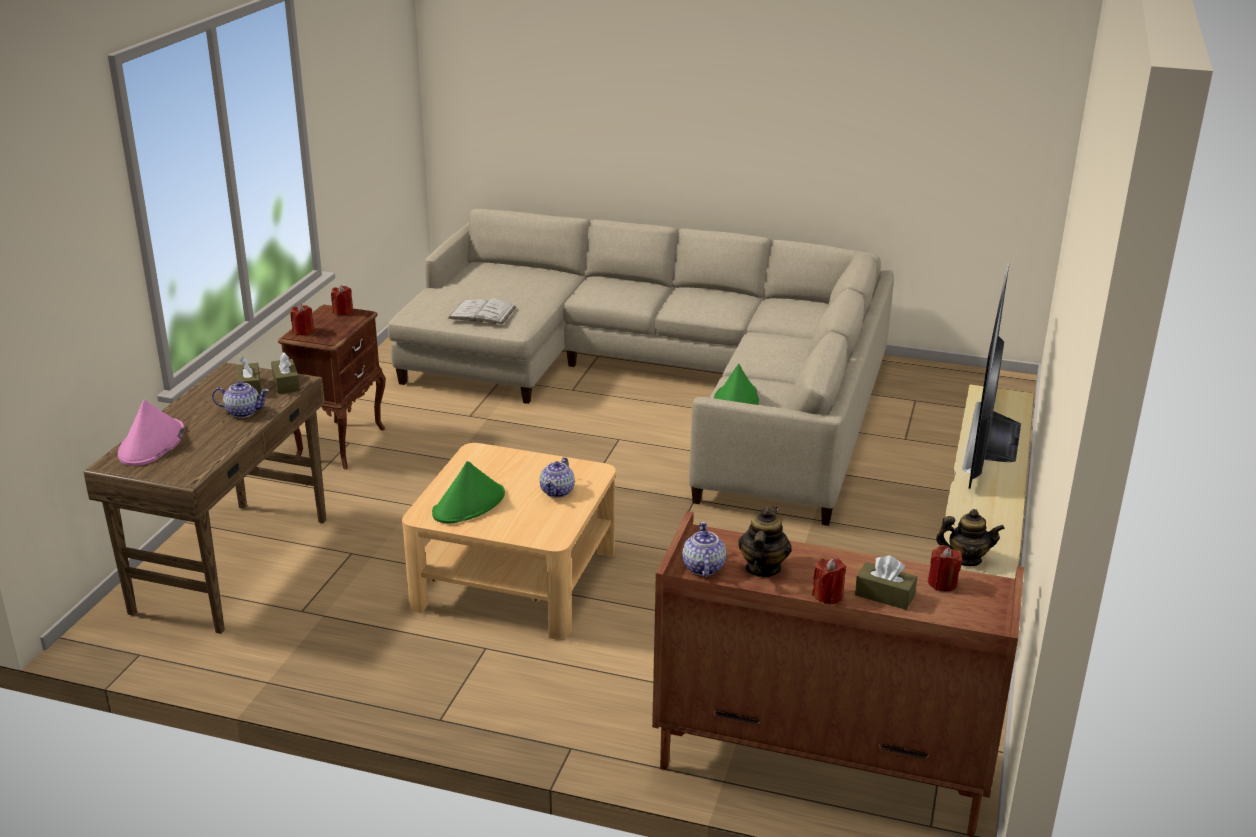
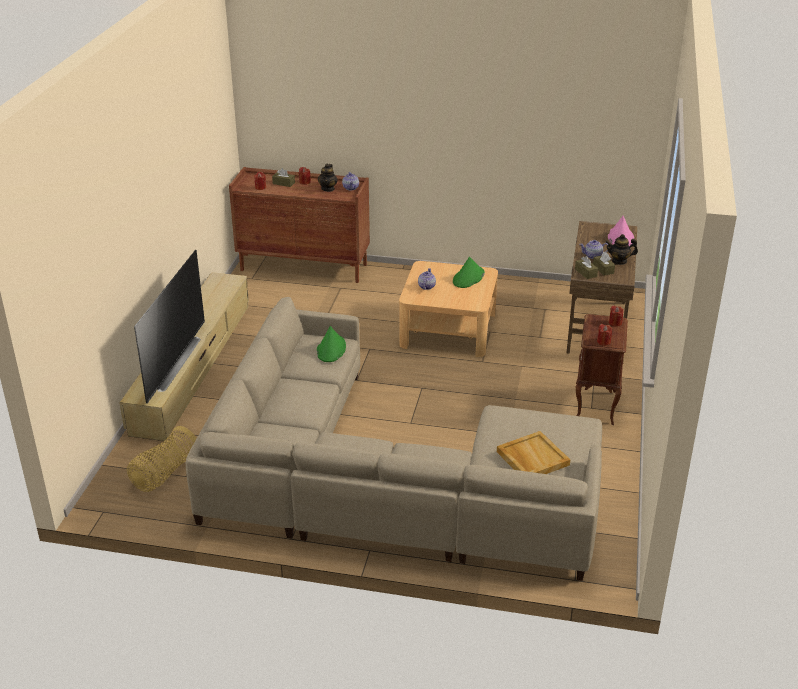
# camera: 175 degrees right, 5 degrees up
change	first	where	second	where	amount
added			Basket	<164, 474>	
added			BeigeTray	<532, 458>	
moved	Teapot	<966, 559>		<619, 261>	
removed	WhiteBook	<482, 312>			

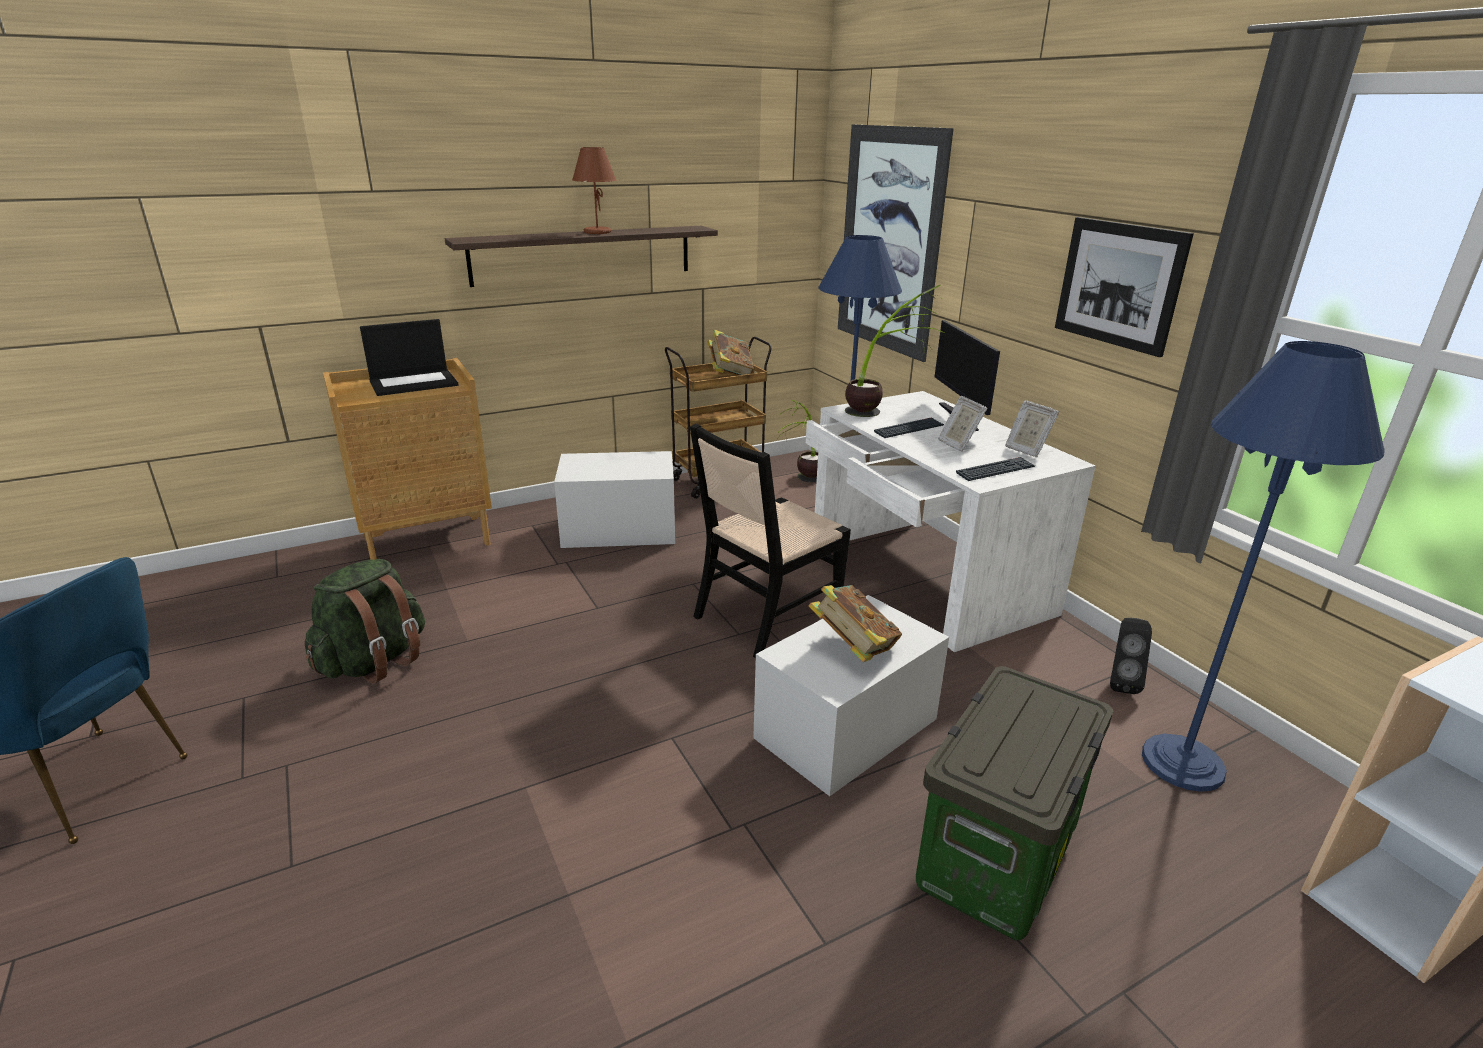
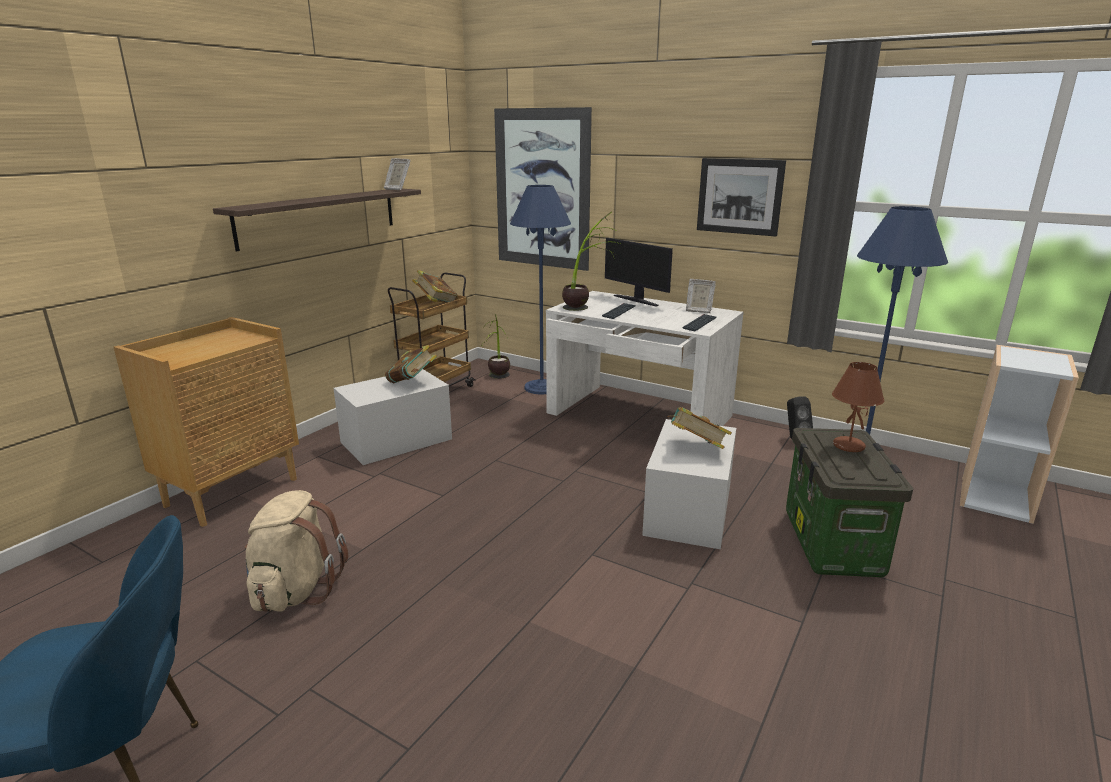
# camera: 30 degrees left, 5 degrees down
change	first	where	second	where	amount
recoloured	GreenBackpack	<374, 661>	BeigeBackpack	<296, 590>	
moved	PictureFrame	<958, 445>		<397, 189>	
added			Book	<412, 382>	
moved	BrownTableLamp	<597, 232>		<848, 446>	
removed	Laptop	<414, 383>			
removed	Chair	<767, 616>			

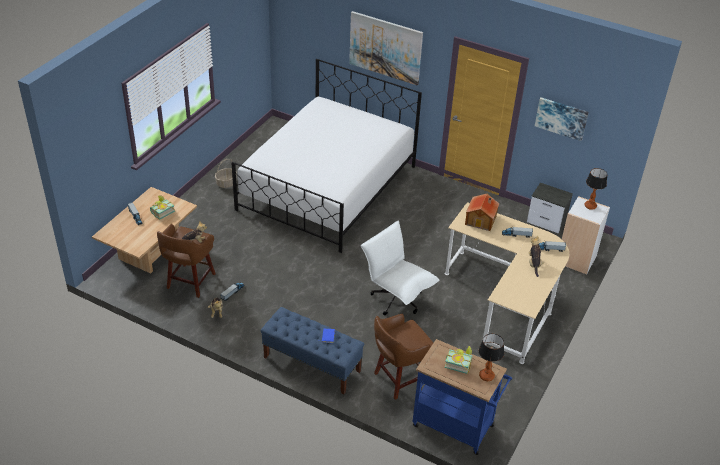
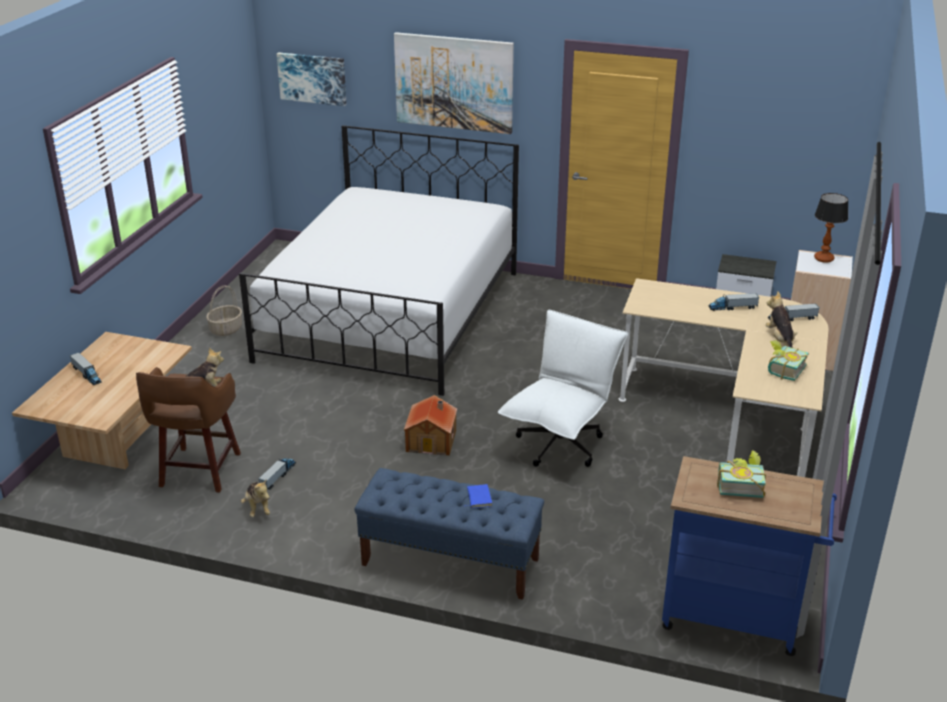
# camera: 10 degrees left, 10 degrees down
change	first	where	second	where	amount
moved	Picture	<561, 118>		<312, 78>	
moved	ToyHouse	<481, 219>		<432, 440>	
turned	WhiteOfficeChair	<397, 299>		<558, 446>	90 degrees clockwise
moved	Book	<161, 211>		<782, 369>	
removed	BrownStool	<399, 379>			
removed	TableLamp	<487, 376>			

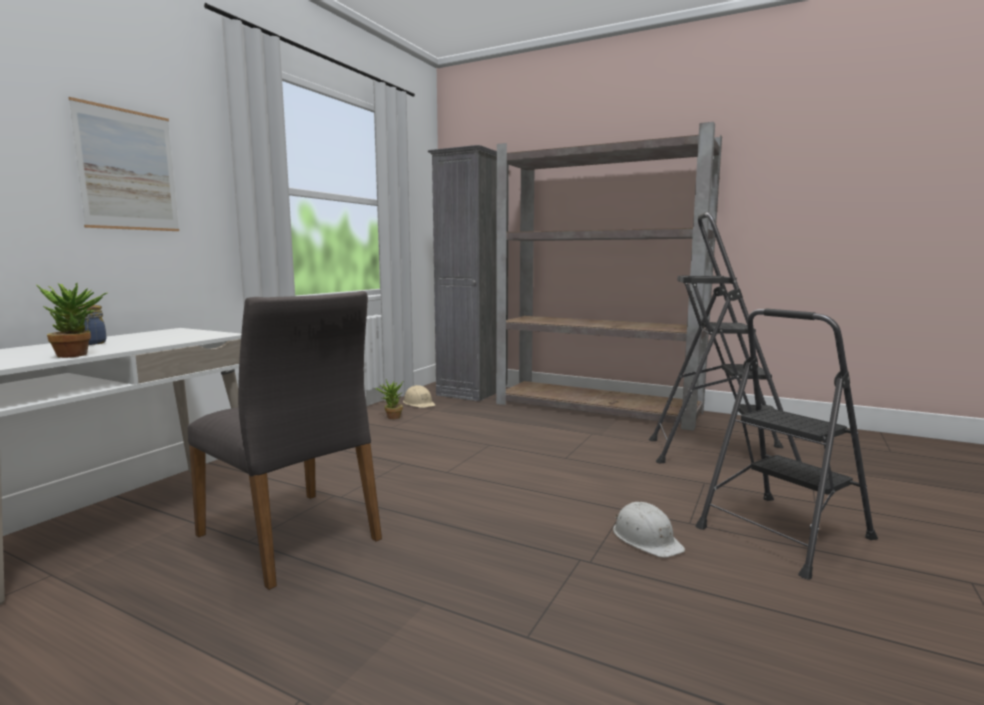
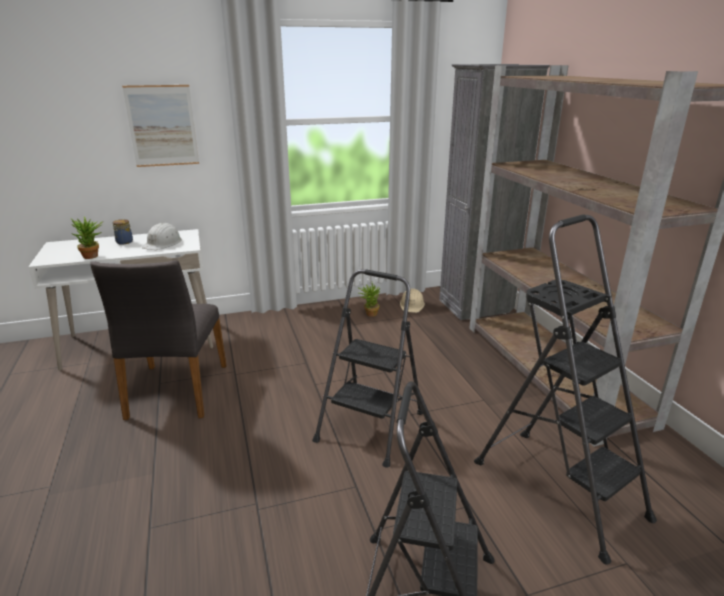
# camera: 45 degrees right, 15 degrees up
change	first	where	second	where	amount
moved	WhiteHardHat	<646, 539>		<163, 243>	
added			BlackStepLadder	<372, 423>	

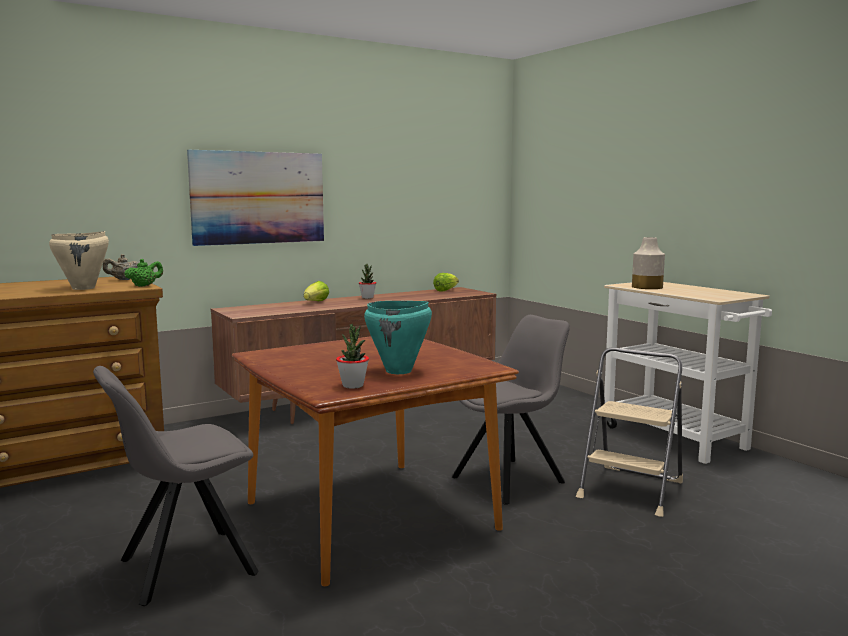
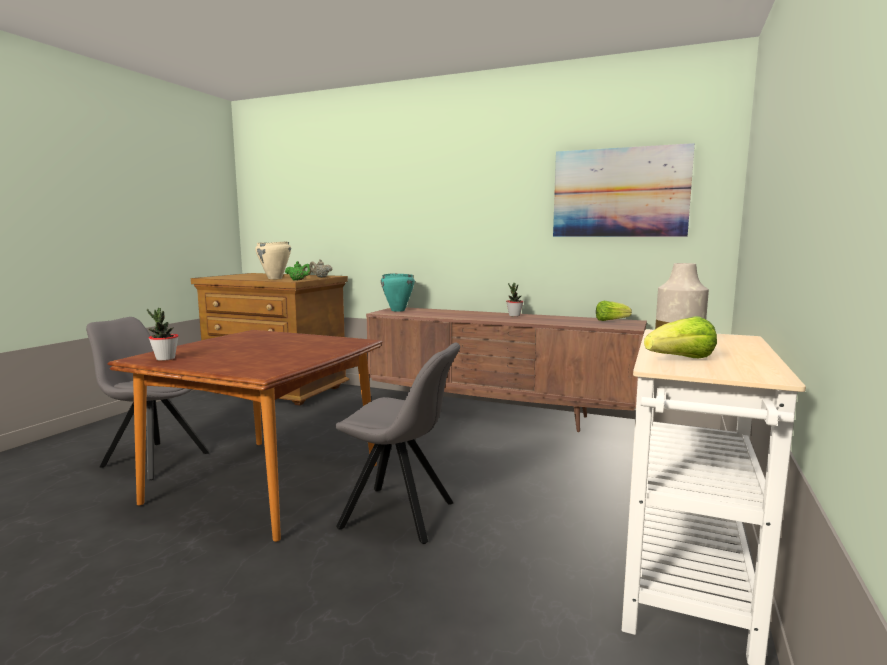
# camera: 55 degrees right, 0 degrees up
change	first	where	second	where	amount
moved	TurquoiseCookingPot	<399, 371>		<397, 310>	
moved	Picture	<258, 198>		<620, 193>	
moved	Lettuce	<316, 302>		<681, 359>	
removed	BeigeStepLadder	<633, 488>			

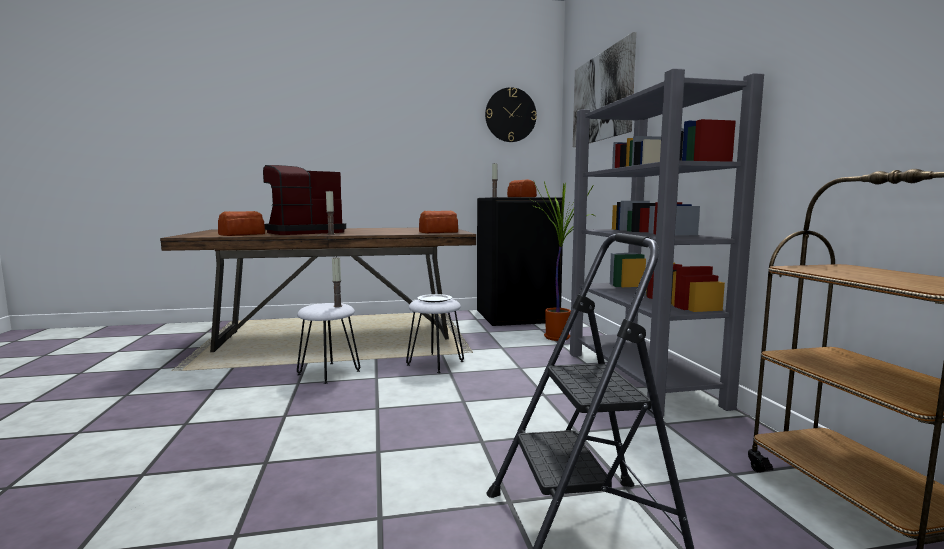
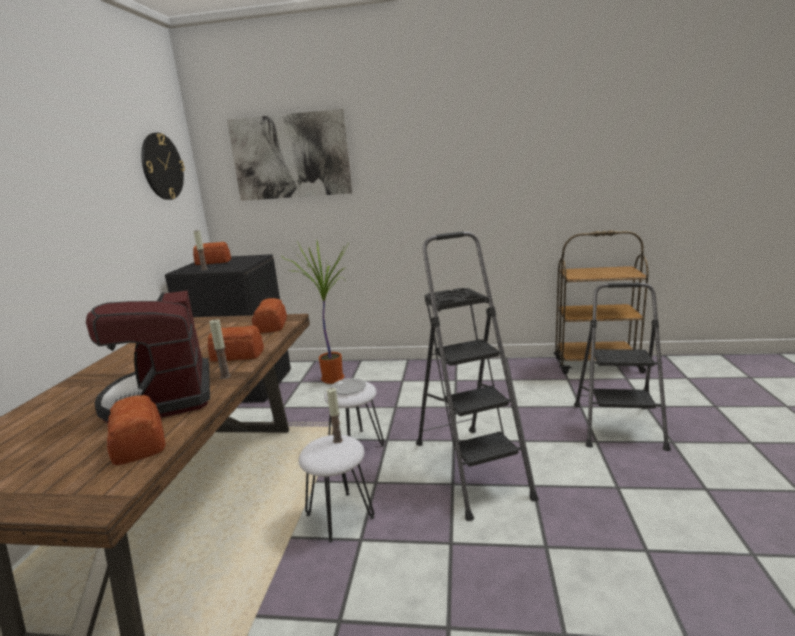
# camera: 70 degrees left, 10 degrees up
change	first	where	second	where	amount
added			Bread	<238, 355>	
added			StepLadder	<470, 467>	
removed	GreyBookcase	<640, 378>			

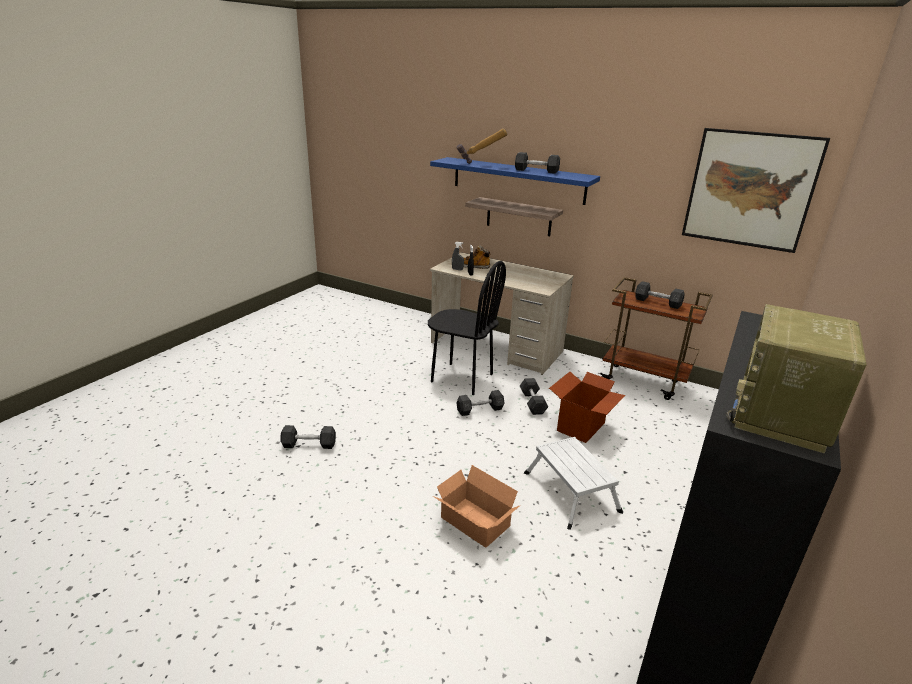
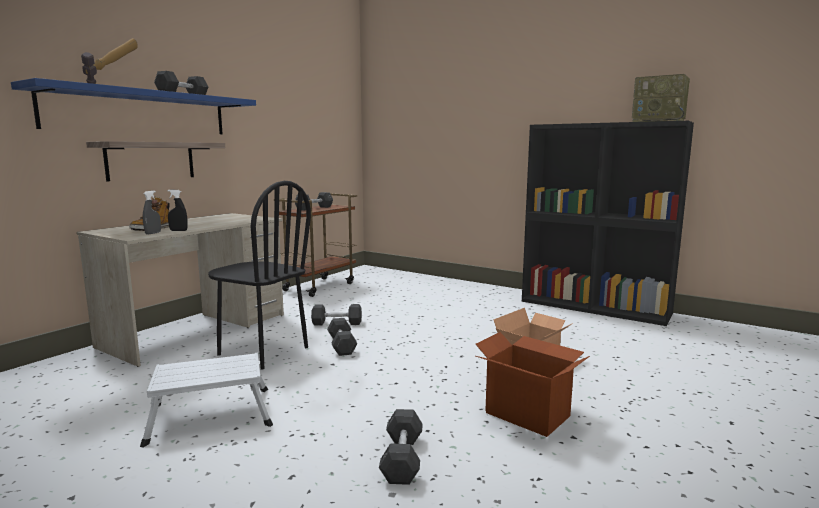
# camera: 85 degrees left, 15 degrees down
change	first	where	second	where	amount
moved	WhiteStepLadder	<571, 492>		<211, 415>	
turned	BlackChair	<462, 378>		<262, 351>	90 degrees clockwise
moved	CardboardBox	<581, 427>		<527, 414>	
removed	Picture	<750, 189>			

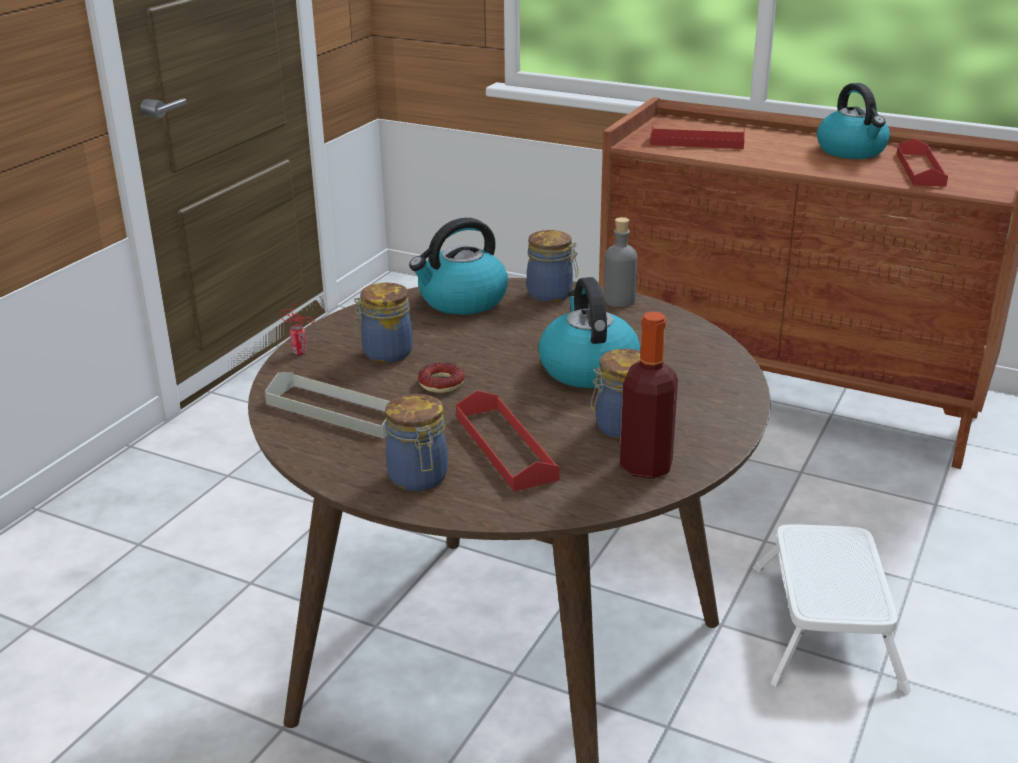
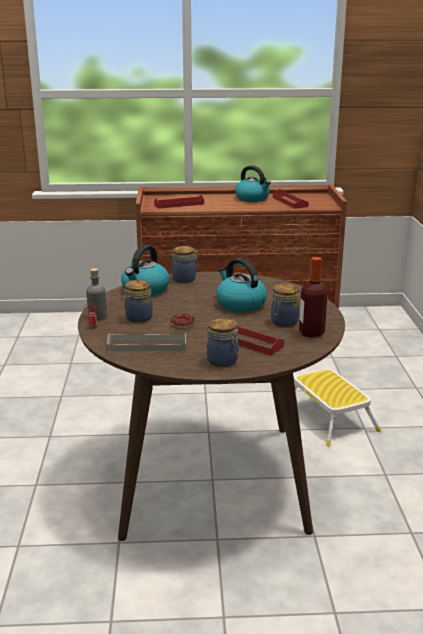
# camera: 30 degrees left, 5 degrees down
change	first	where	second	where	amount
moved	GreyBottle	<619, 300>		<97, 316>	
recoloured	WhiteStepLadder	<824, 625>	YellowStepLadder	<328, 417>	

